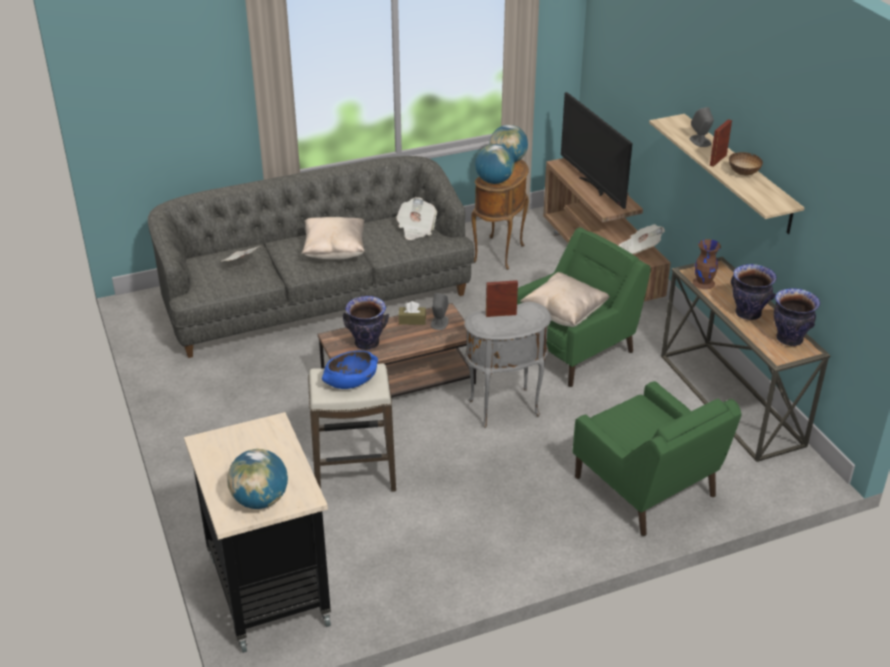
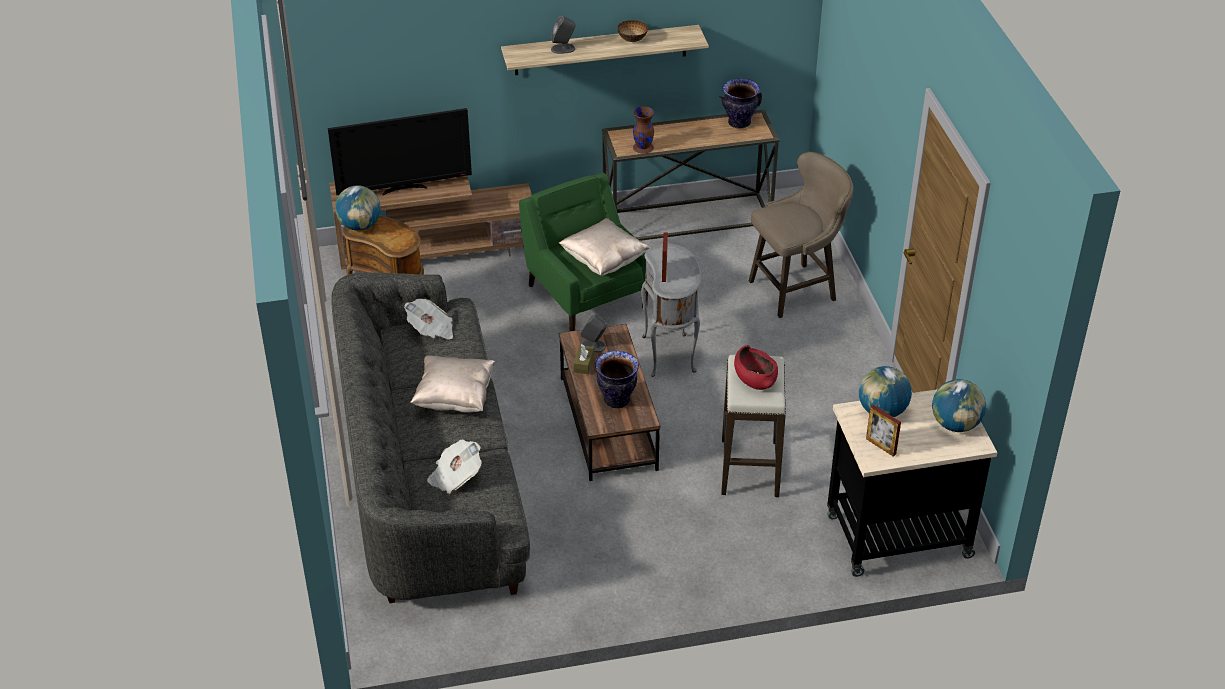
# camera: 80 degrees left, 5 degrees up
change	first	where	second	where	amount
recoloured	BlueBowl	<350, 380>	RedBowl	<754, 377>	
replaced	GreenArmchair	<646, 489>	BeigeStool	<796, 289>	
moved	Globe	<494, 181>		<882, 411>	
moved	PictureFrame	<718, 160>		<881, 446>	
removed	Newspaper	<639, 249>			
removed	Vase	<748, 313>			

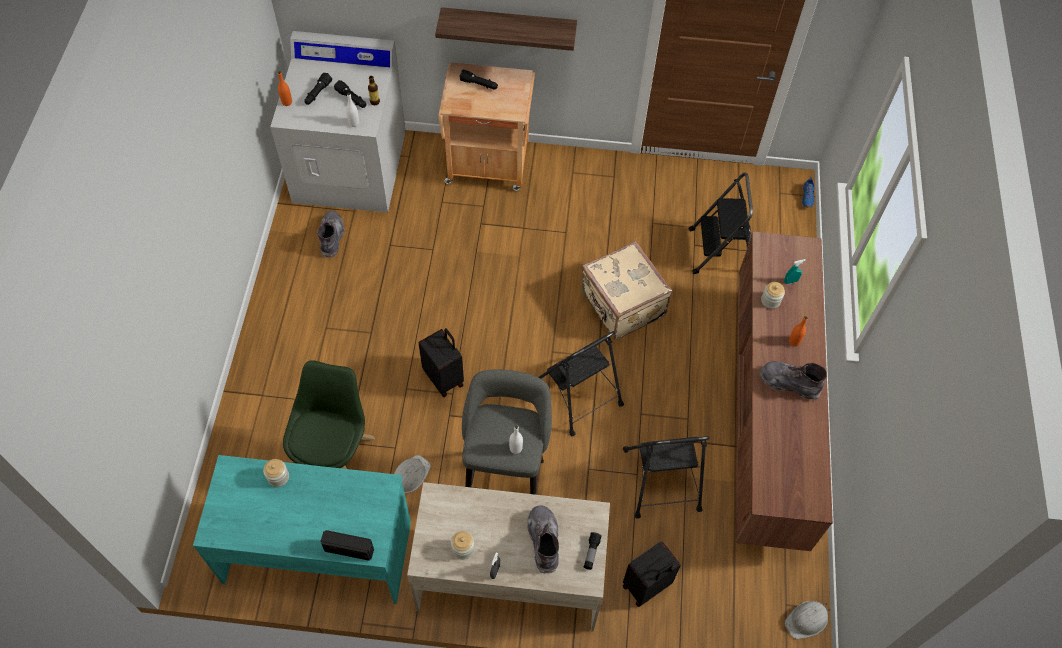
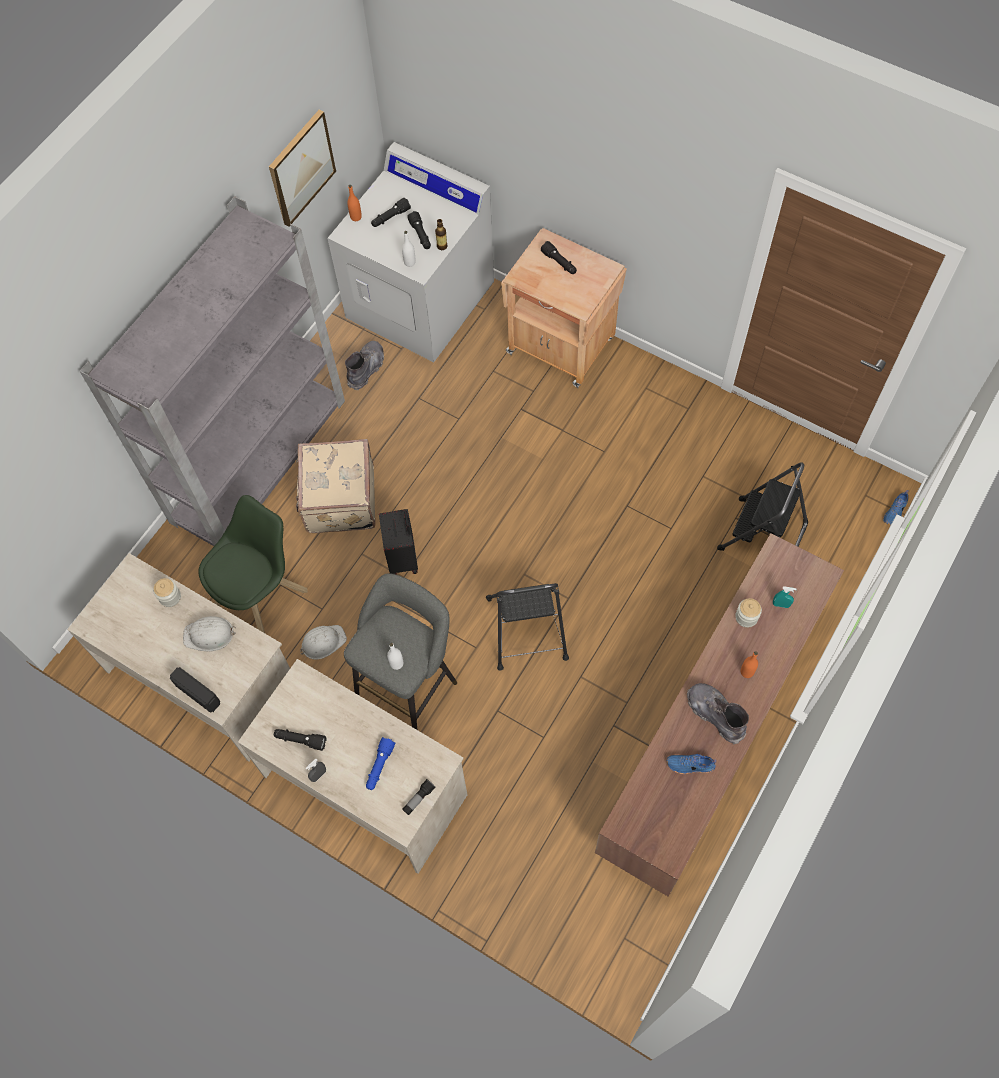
# camera: 30 degrees right, 5 degrees up
change	first	where	second	where	amount
recoloured	TurquoiseDesk	<318, 550>	BeigeDesk	<204, 679>	
added			GreyBookcase	<259, 460>	
moved	WhiteHardHat	<807, 620>		<209, 635>	
added			Picture	<301, 167>	
replaced	Jar	<463, 549>	BlackFlashlight	<300, 740>	
moved	BeigeSuitcase	<621, 305>		<339, 500>	
replaced	GreyBoot	<543, 540>	BlueFlashlight	<379, 766>	
added			BlueShoe	<690, 766>	
removed	Shelf	<508, 26>			
removed	BlackStepLadder	<662, 481>			
removed	BlackSuitcase	<647, 586>			

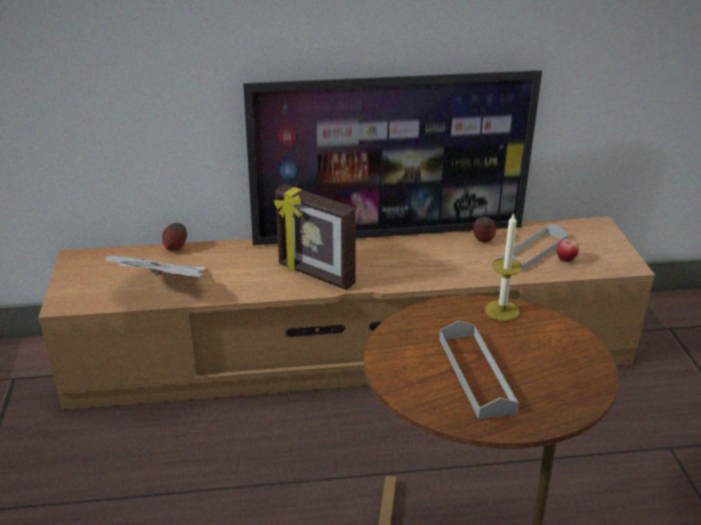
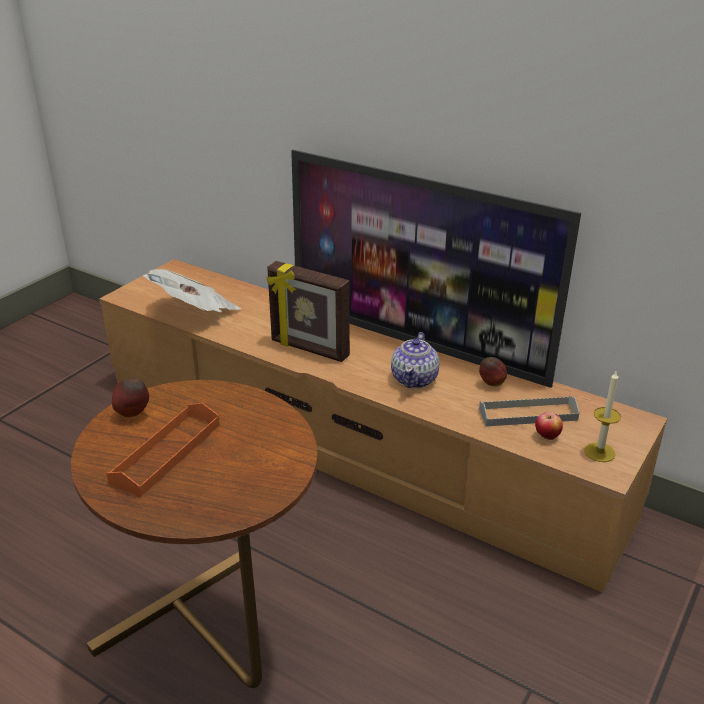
# camera: 40 degrees right, 0 degrees up
change	first	where	second	where	amount
recoloured	GreyTray	<476, 374>	OrangeTray	<166, 453>	
moved	Apple	<176, 249>		<133, 414>	
turned	PictureFrame	<315, 275>		<309, 349>	45 degrees counterclockwise
added			Teapot	<415, 379>	
moved	Candle	<502, 310>		<599, 452>	

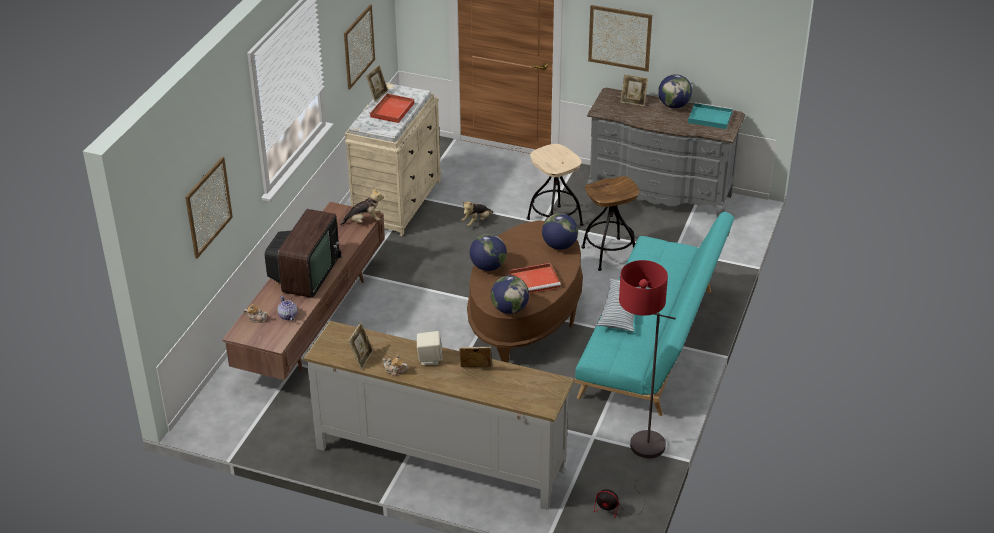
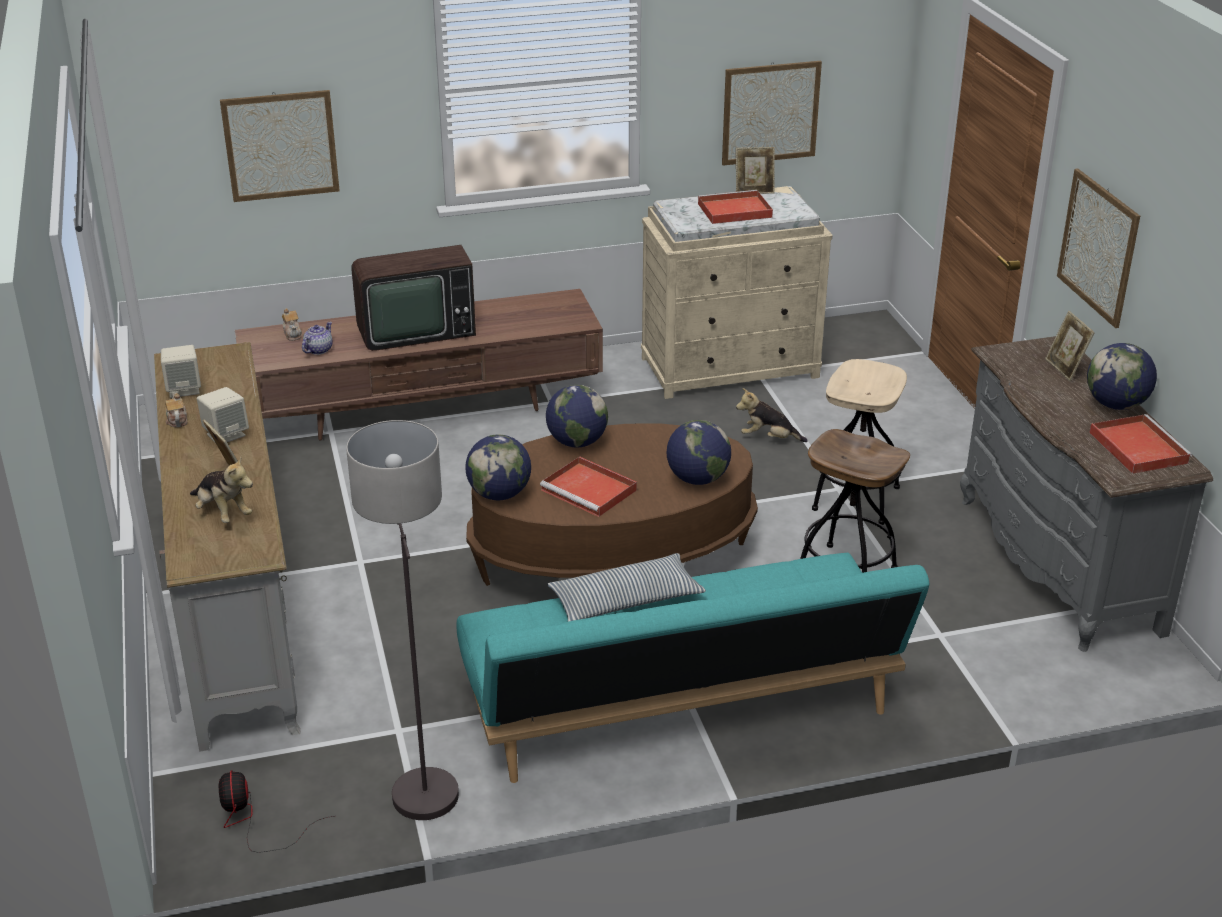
# camera: 55 degrees right, 5 degrees down
change	first	where	second	where	amount
replaced	PictureFrame	<362, 359>	BeigeSpeaker	<184, 389>	
moved	PlushToy	<364, 221>		<223, 513>	
recoloured	RedFloorLamp	<637, 443>	GreyFloorLamp	<422, 782>	
recoloured	TurquoiseTray	<709, 118>	RedTray	<1136, 447>	

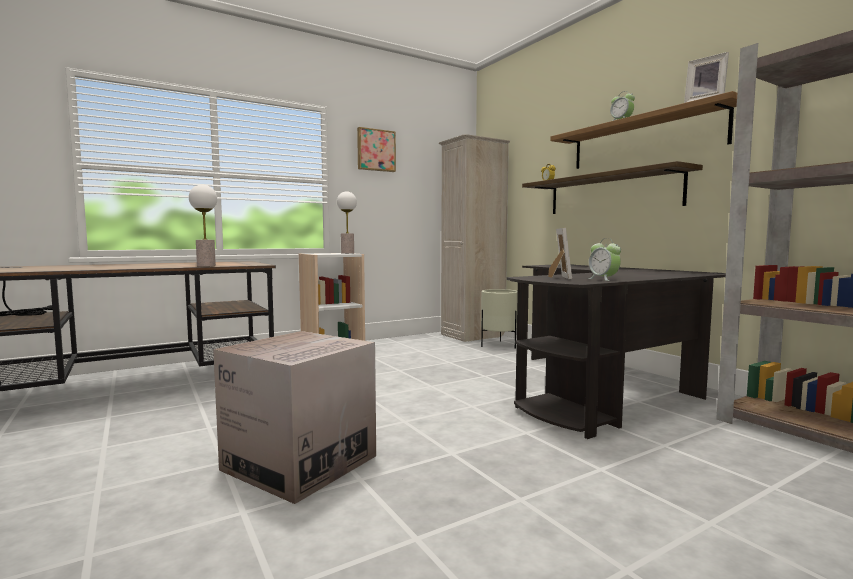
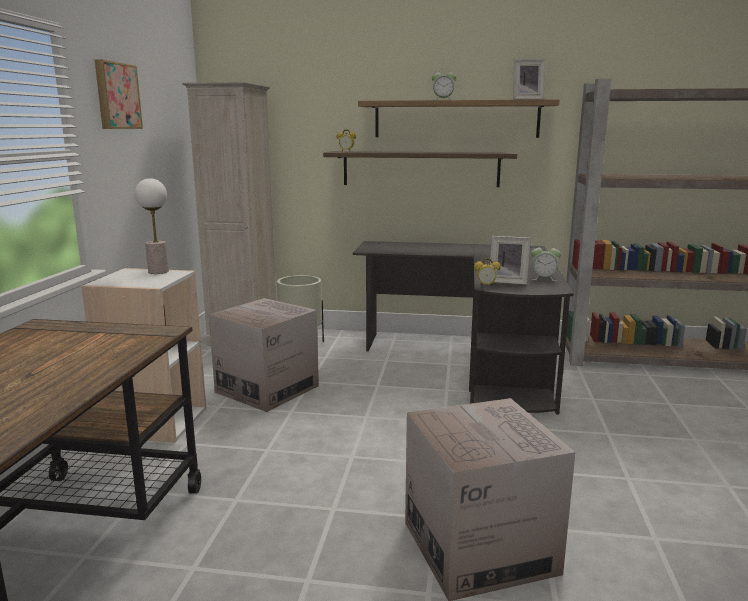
# camera: 50 degrees left, 10 degrees up
change	first	where	second	where	amount
added			CardboardBox	<267, 389>	
added			AlarmClock	<486, 285>	
turned	PictureFrame	<558, 277>		<508, 281>	150 degrees clockwise
removed	TableLamp	<206, 266>			

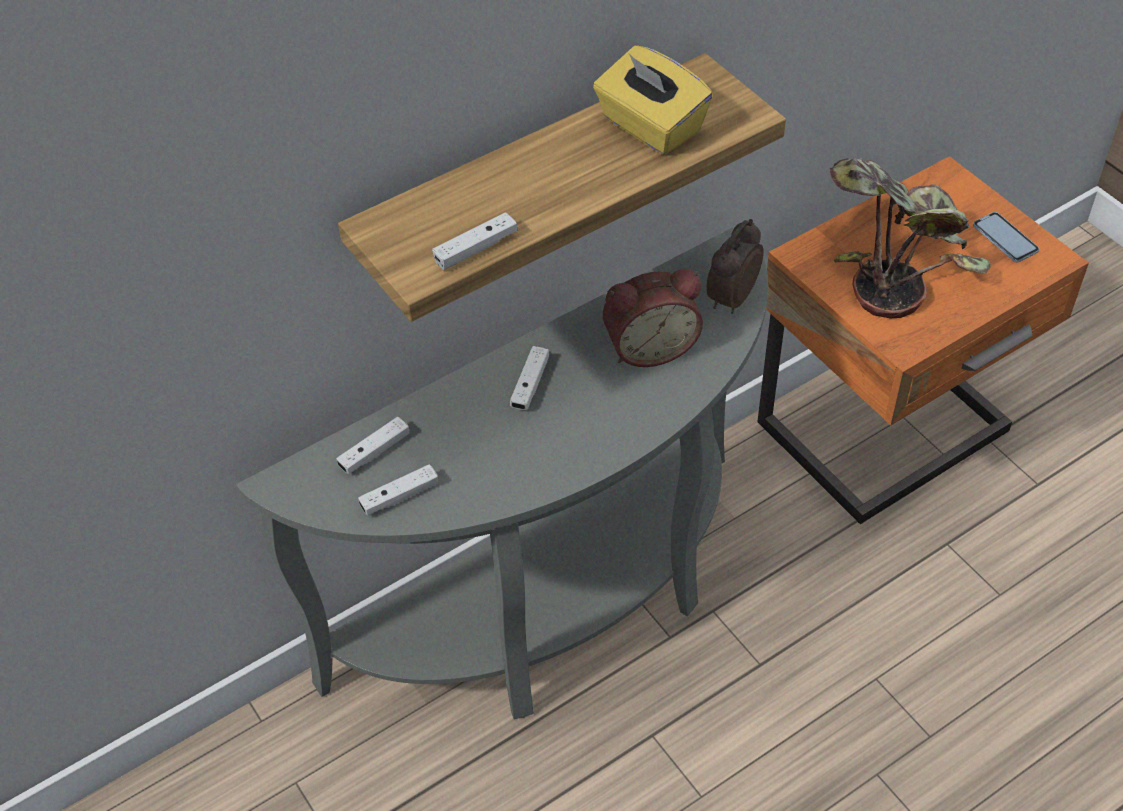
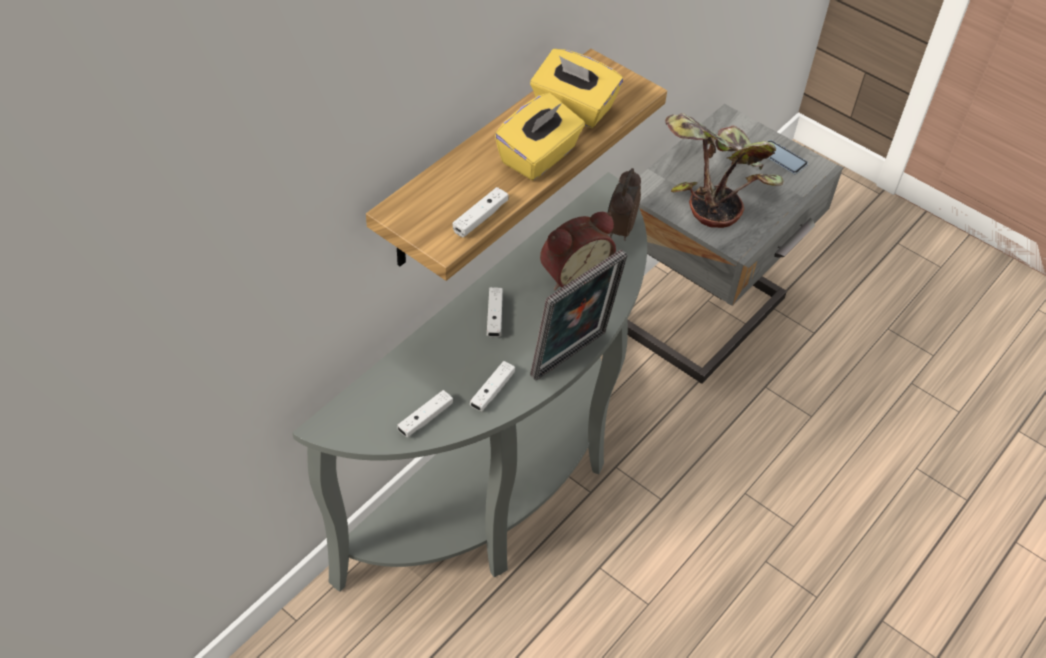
# camera: 20 degrees left, 0 degrees up
change	first	where	second	where	amount
moved	WhiteGameController	<374, 452>		<492, 391>	
added			YellowTissueBox	<539, 157>	
added			PictureFrame	<572, 357>	
recoloured	OrangeNightstand	<888, 433>	GreyNightstand	<701, 313>	

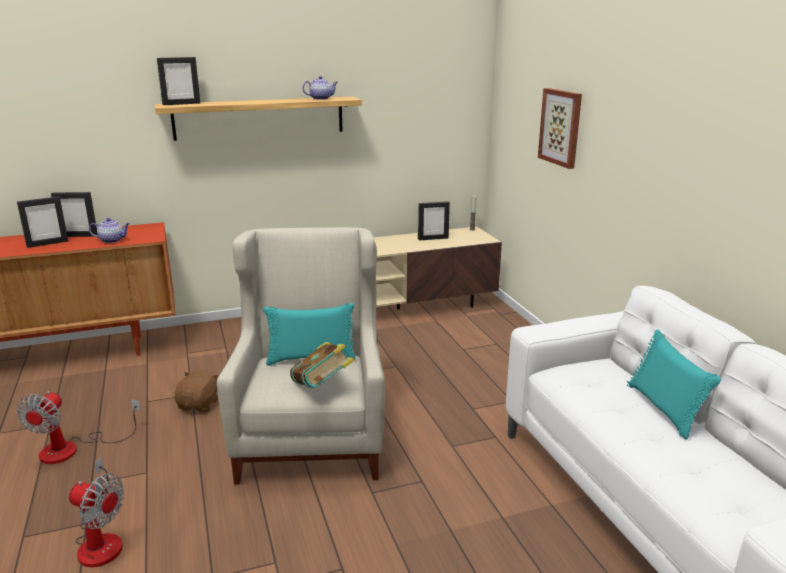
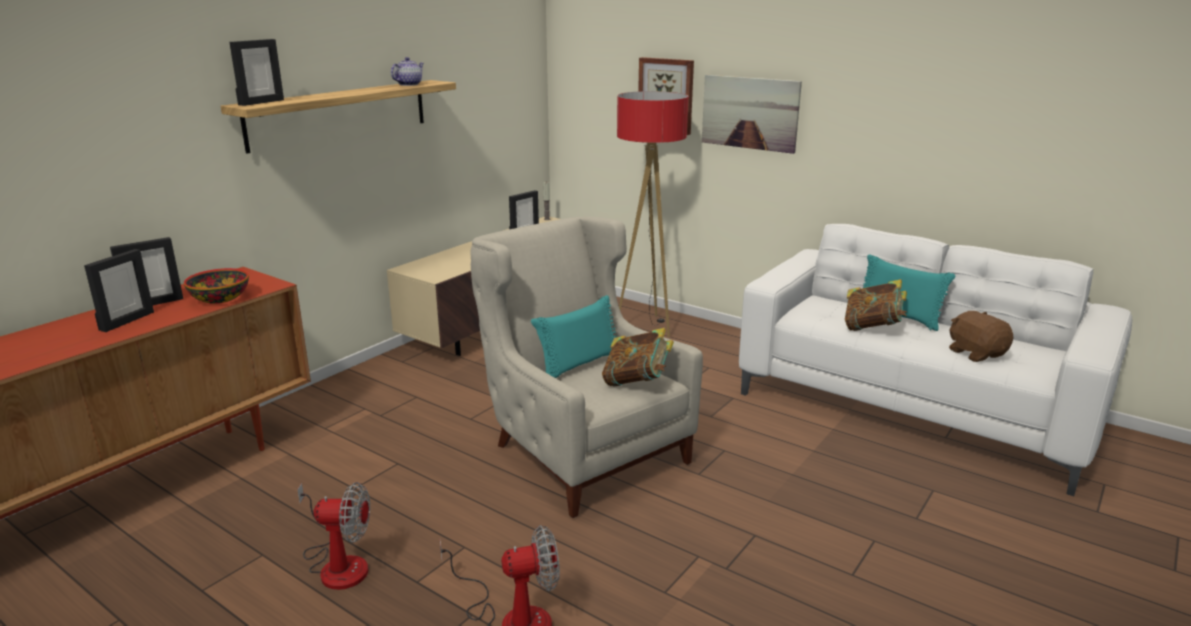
# camera: 35 degrees left, 0 degrees up
change	first	where	second	where	amount
replaced	Teapot	<112, 240>	Bowl	<220, 298>	
turned	Fan	<73, 449>		<338, 564>	60 degrees counterclockwise
added			FloorLamp	<647, 327>	
added			Picture	<750, 113>	
added			Book	<872, 328>	
moved	BrownPlushToy	<199, 405>		<976, 353>	

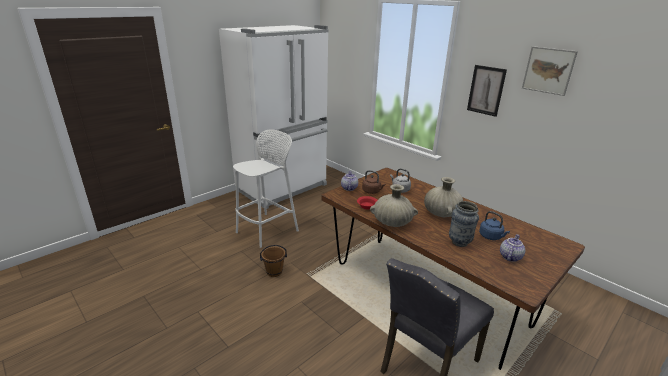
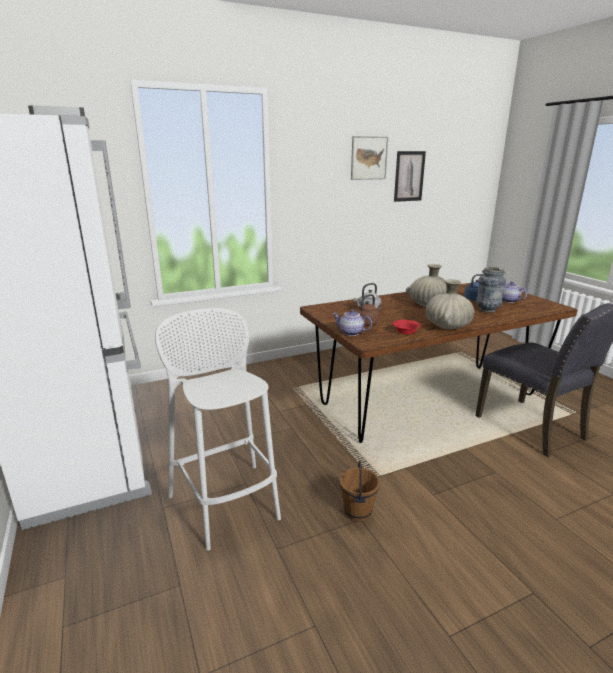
# camera: 70 degrees left, 5 degrees down
change	first	where	second	where	amount
moved	Picture	<486, 90>		<409, 176>	

